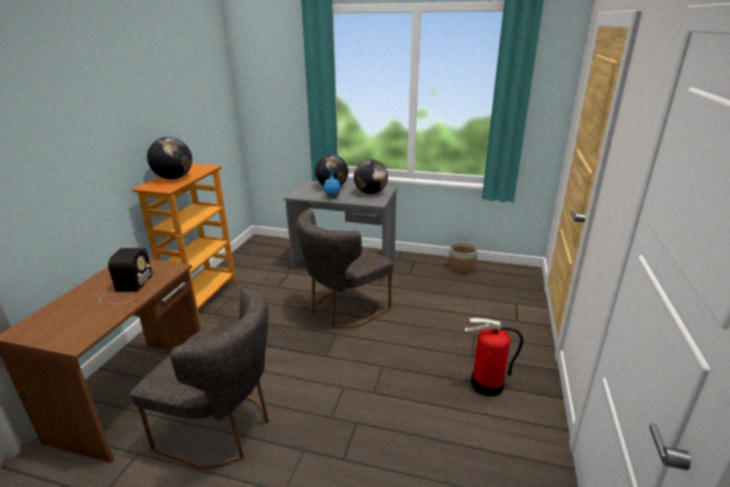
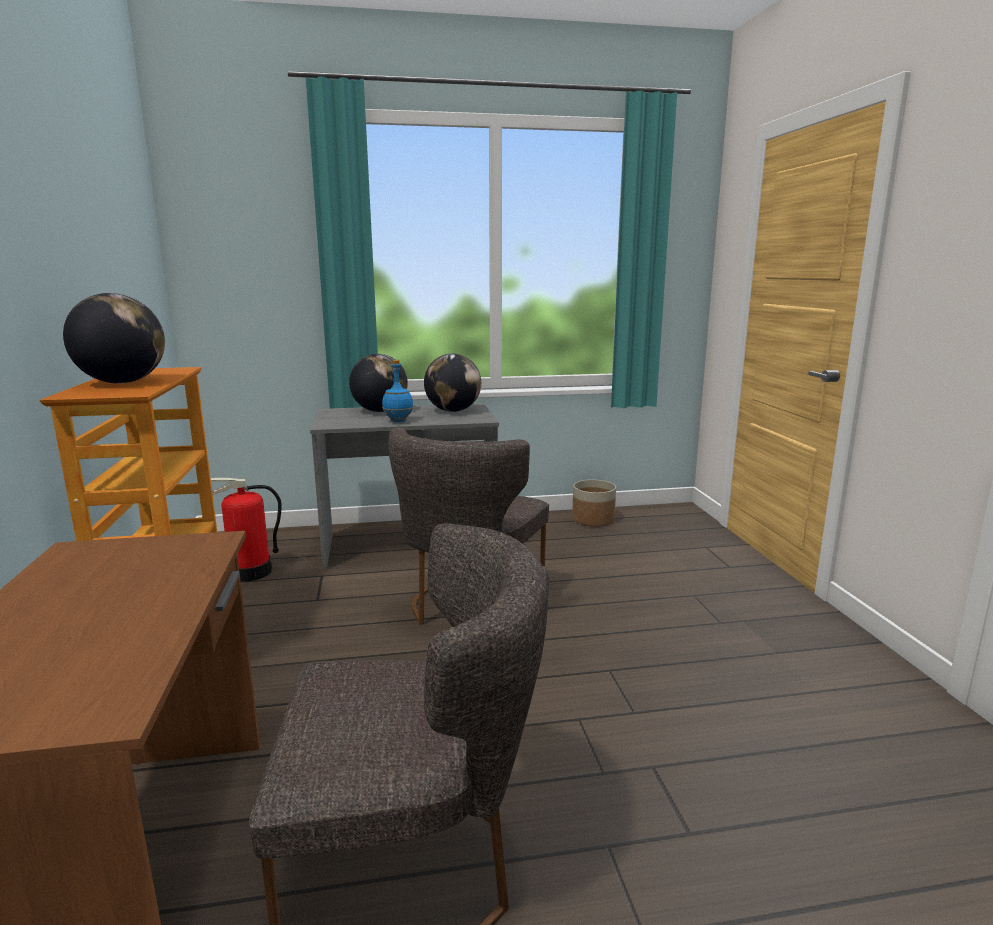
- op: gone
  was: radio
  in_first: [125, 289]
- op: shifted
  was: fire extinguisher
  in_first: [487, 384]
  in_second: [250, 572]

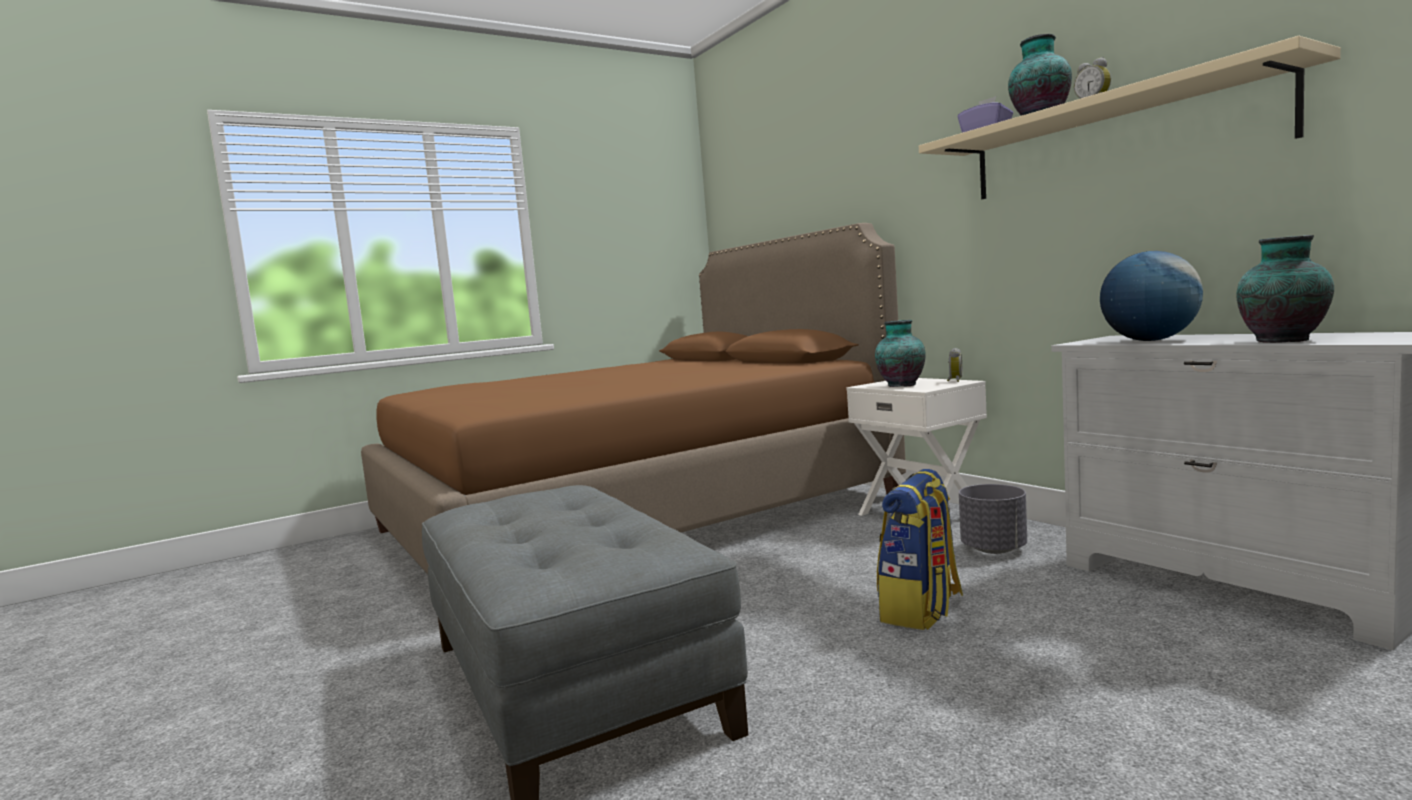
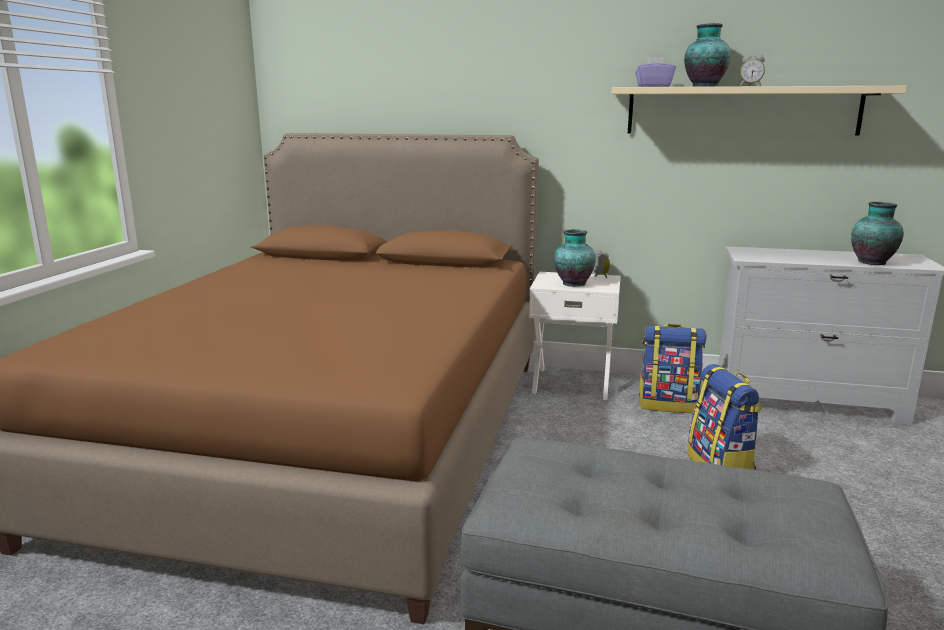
- op: gone
  was: globe
  in_first: [1150, 340]
- op: swapped
  was: planter/grey
  now: backpack
  in_first: [994, 549]
  in_second: [668, 404]

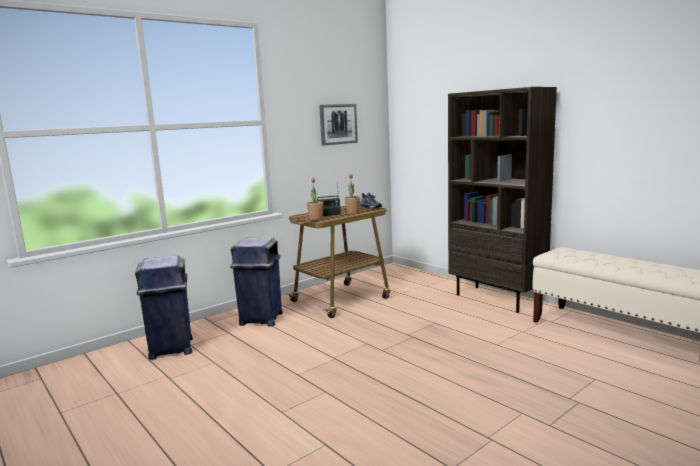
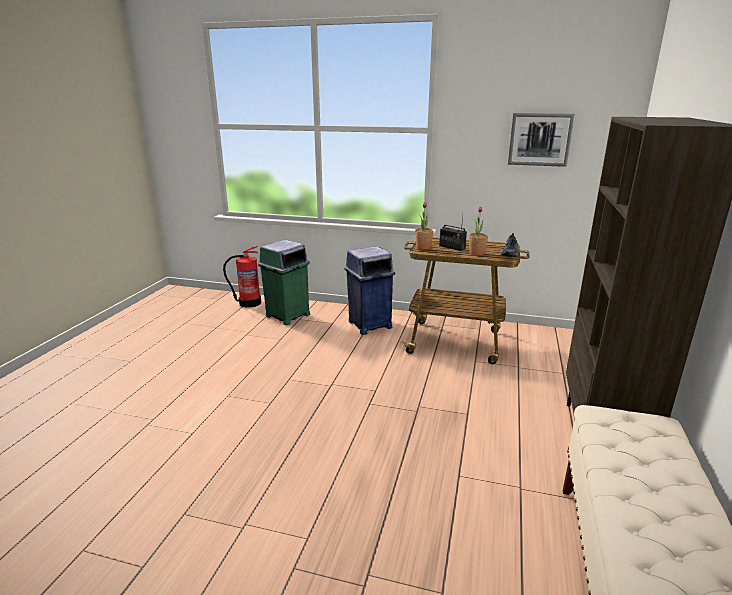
- op: repainted
  was: trash can/blue
  now: trash can/green
  in_first: [171, 349]
  in_second: [287, 316]
- op: new
  now: fire extinguisher
  in_second: [249, 303]

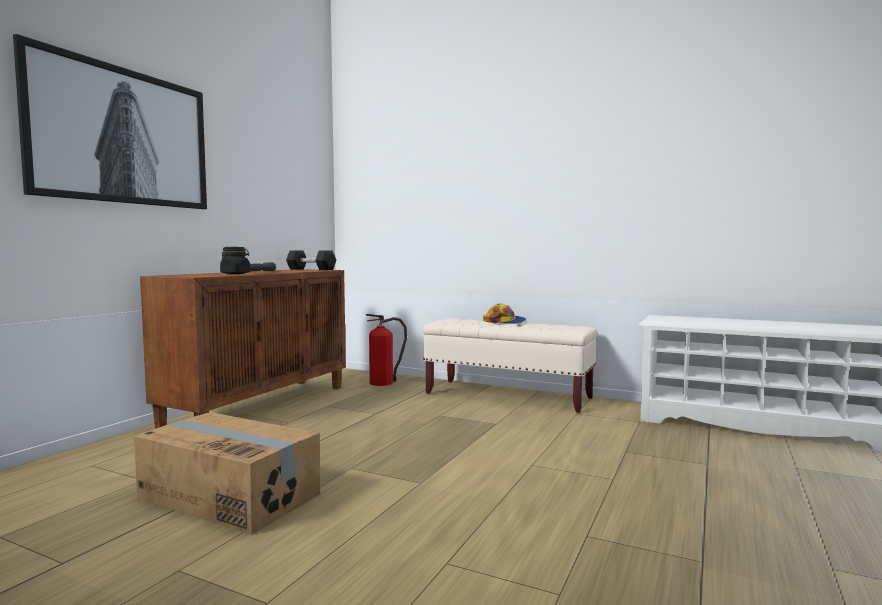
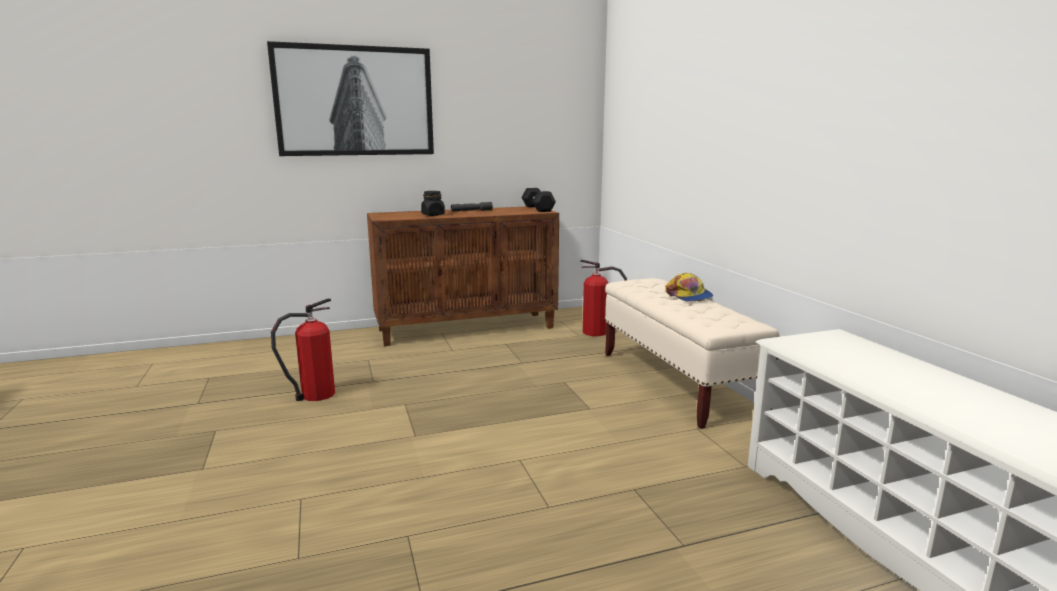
- op: swapped
  was: cardboard box
  now: fire extinguisher
  in_first: [230, 495]
  in_second: [315, 395]

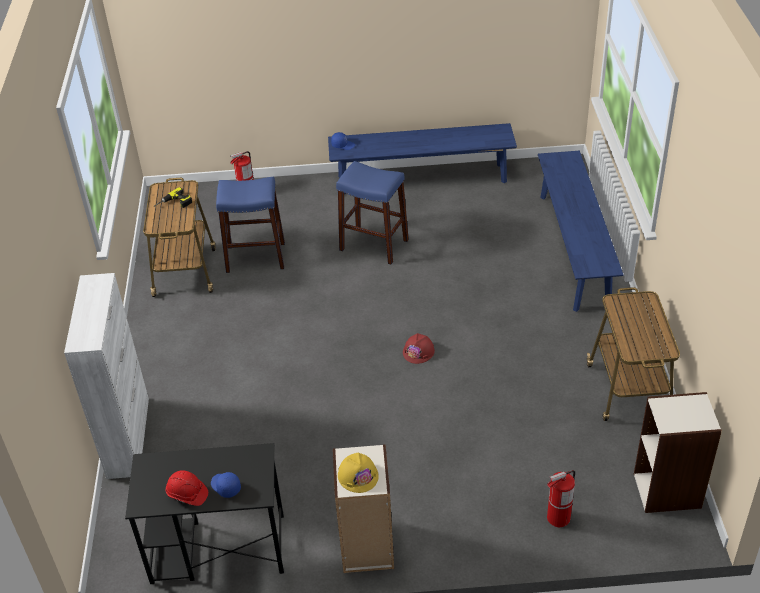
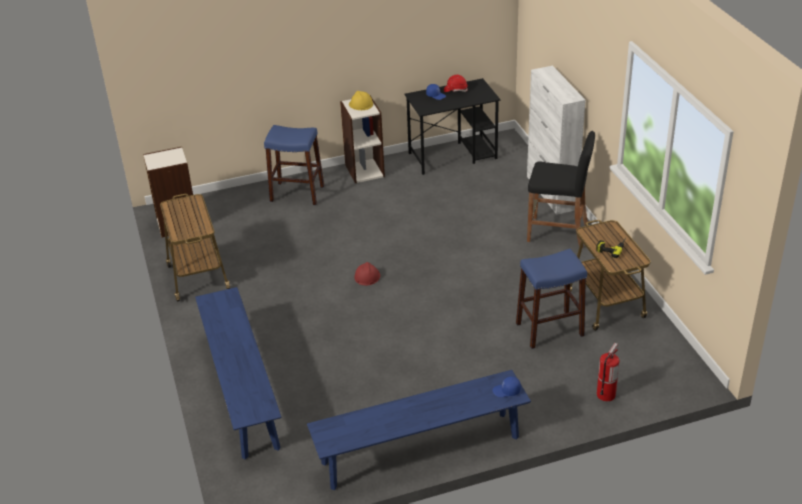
- op: shifted
  was: stool/blue
  in_first: [374, 245]
  in_second: [297, 193]
- op: gone
  was: fire extinguisher
  in_first: [558, 518]
- op: new
  now: stool/black
  in_second: [557, 233]

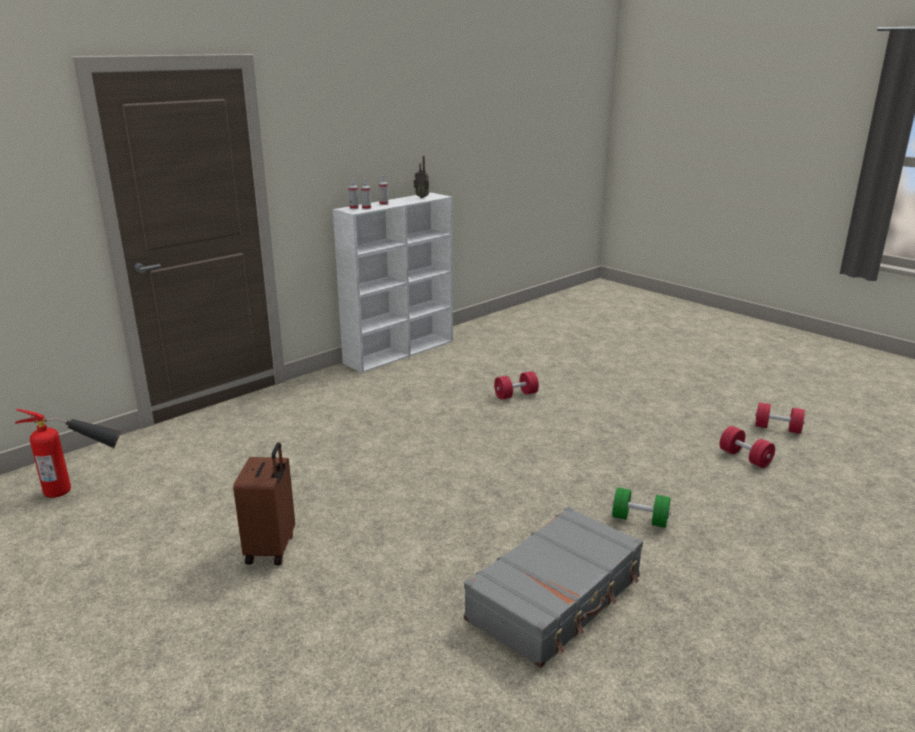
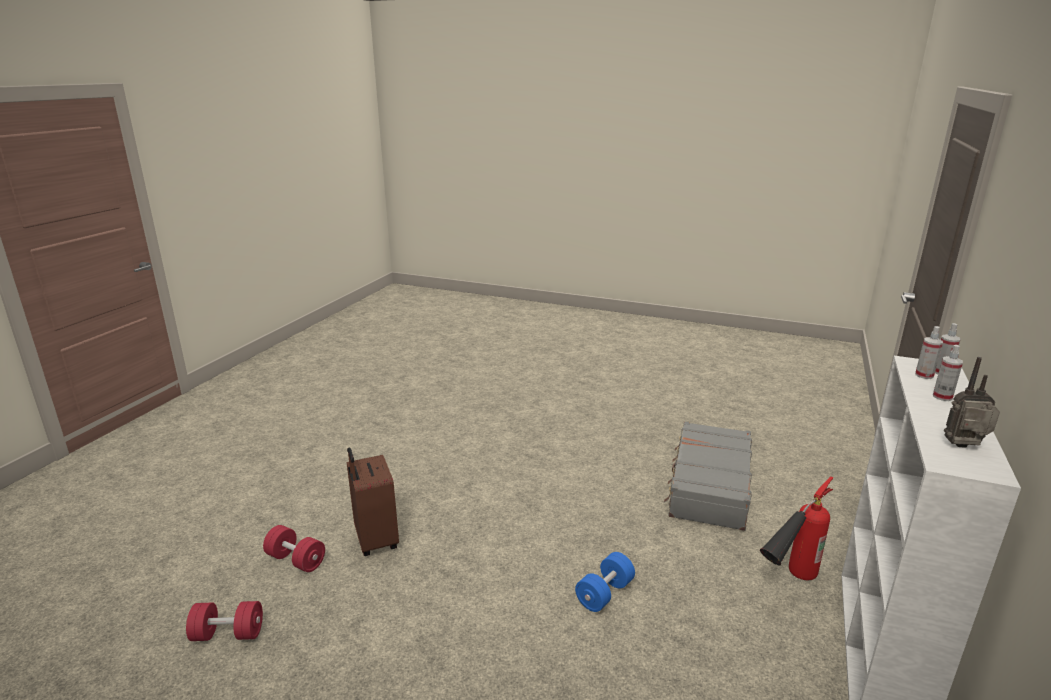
- op: repainted
  was: dumbbell/red
  now: dumbbell/blue
  in_first: [516, 395]
  in_second: [604, 593]
- op: shifted
  was: fire extinguisher
  in_first: [83, 488]
  in_second: [788, 583]
- op: shifted
  was: suitcase/brown
  in_first: [272, 549]
  in_second: [375, 540]
- op: gone
  was: dumbbell/green
  in_first: [639, 519]
- op: shifted
  was: suitcase/grey
  in_first: [556, 598]
  in_second: [708, 486]

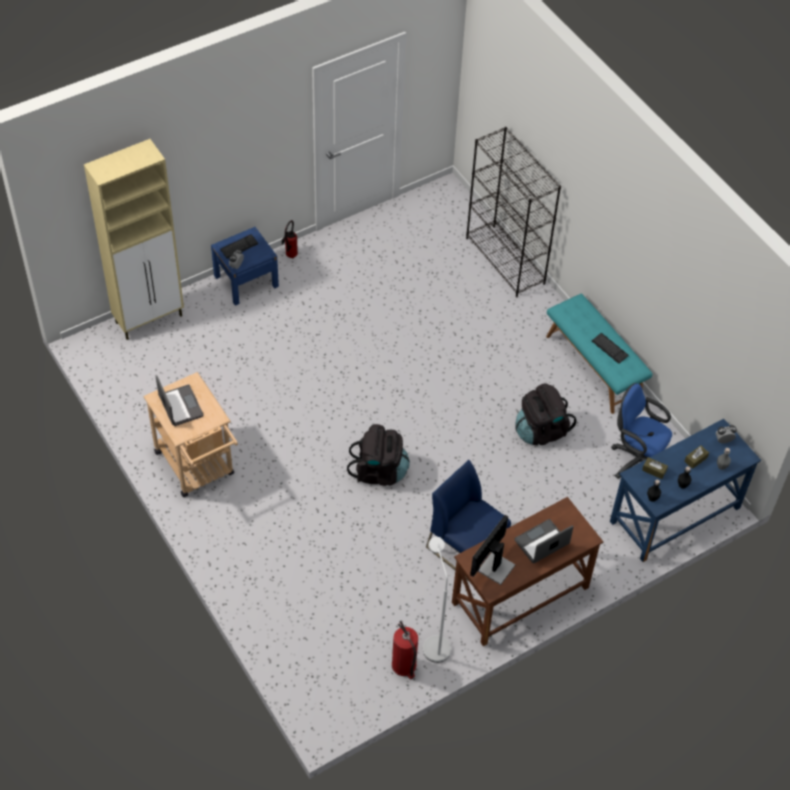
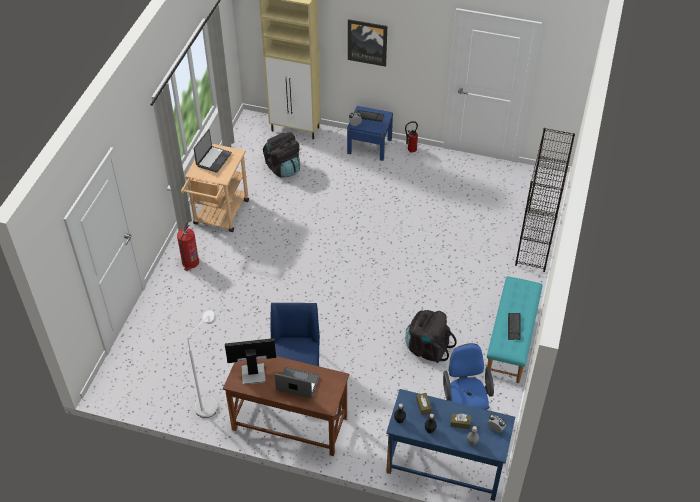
- op: shifted
  was: backpack/black
  in_first: [379, 471]
  in_second: [283, 168]
- op: shifted
  was: fire extinguisher
  in_first: [404, 666]
  in_second: [190, 262]
- op: new
  now: picture
  in_second: [367, 42]

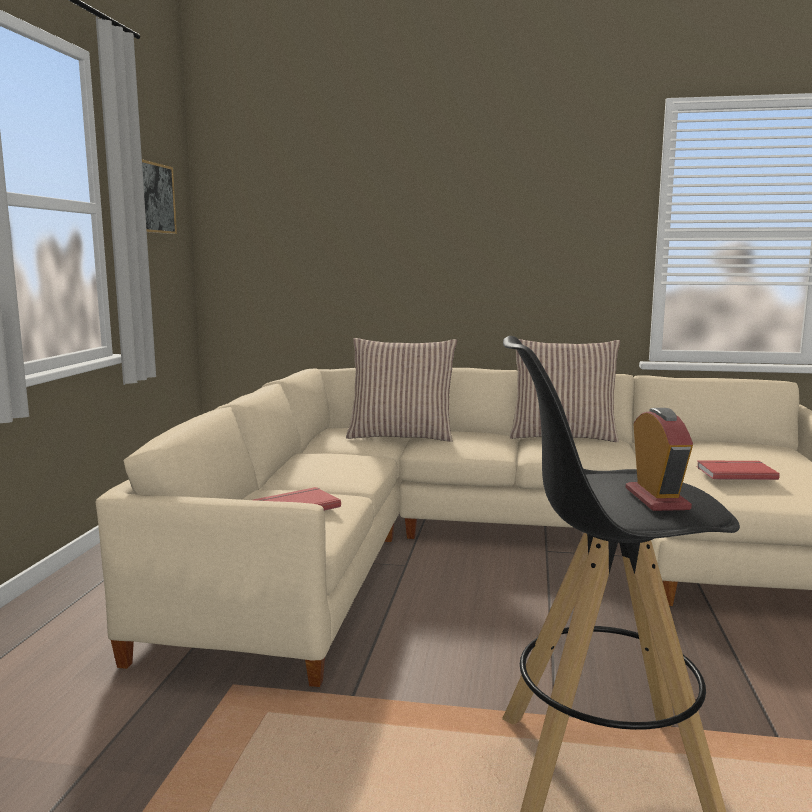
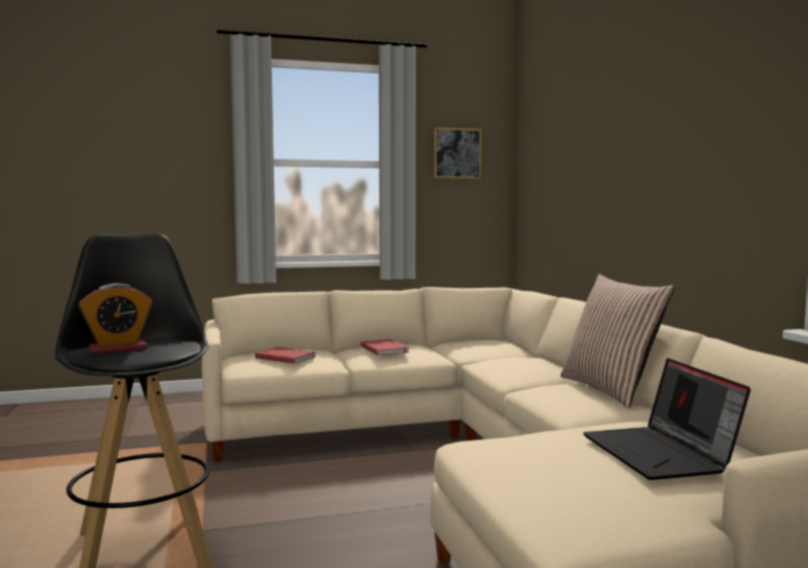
- op: gone
  was: pillow
  in_first: [401, 436]
- op: shifted
  was: book/red
  in_first: [735, 472]
  in_second: [385, 349]
- op: new
  now: laptop
  in_second: [661, 454]

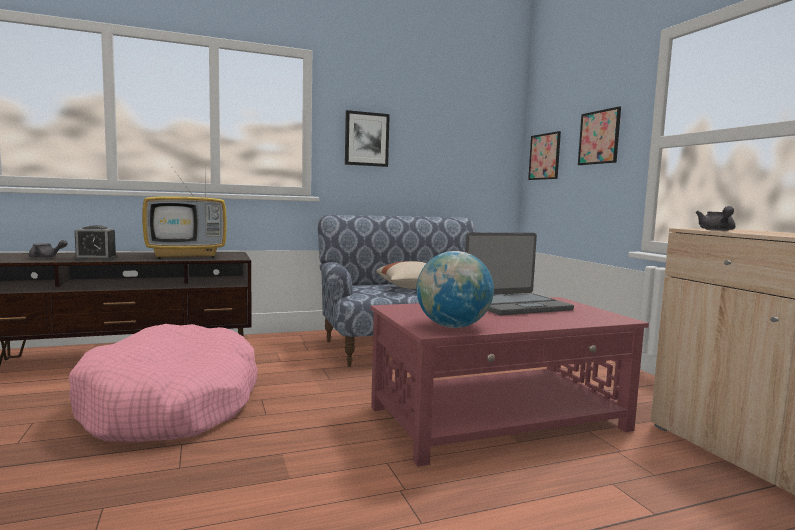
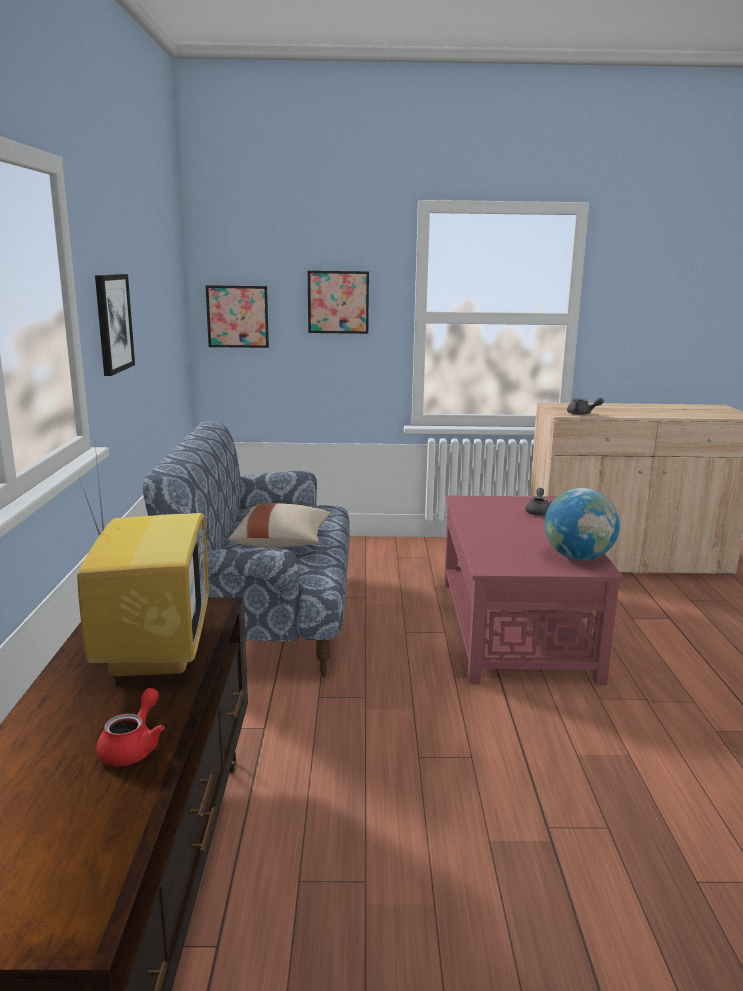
- op: swapped
  was: alarm clock
  now: teapot/red
  in_first: [96, 258]
  in_second: [133, 747]
- op: gone
  was: laptop
  in_first: [516, 306]
- op: shifted
  was: teapot/grey
  in_first: [46, 258]
  in_second: [539, 512]
- op: gone
  was: dog bed/pink
  in_first: [172, 405]

